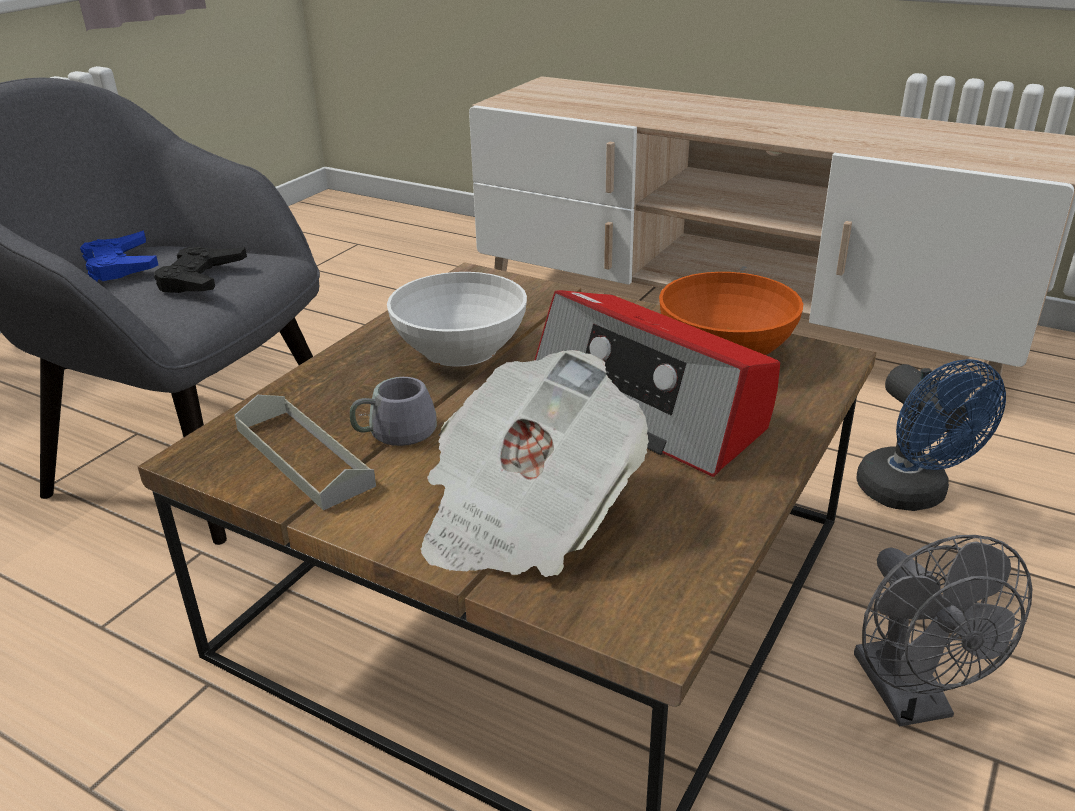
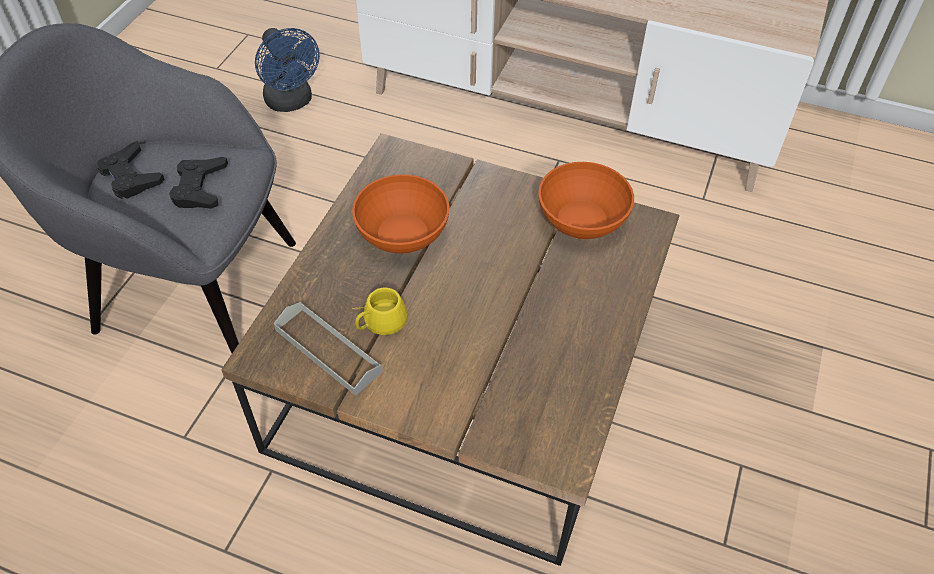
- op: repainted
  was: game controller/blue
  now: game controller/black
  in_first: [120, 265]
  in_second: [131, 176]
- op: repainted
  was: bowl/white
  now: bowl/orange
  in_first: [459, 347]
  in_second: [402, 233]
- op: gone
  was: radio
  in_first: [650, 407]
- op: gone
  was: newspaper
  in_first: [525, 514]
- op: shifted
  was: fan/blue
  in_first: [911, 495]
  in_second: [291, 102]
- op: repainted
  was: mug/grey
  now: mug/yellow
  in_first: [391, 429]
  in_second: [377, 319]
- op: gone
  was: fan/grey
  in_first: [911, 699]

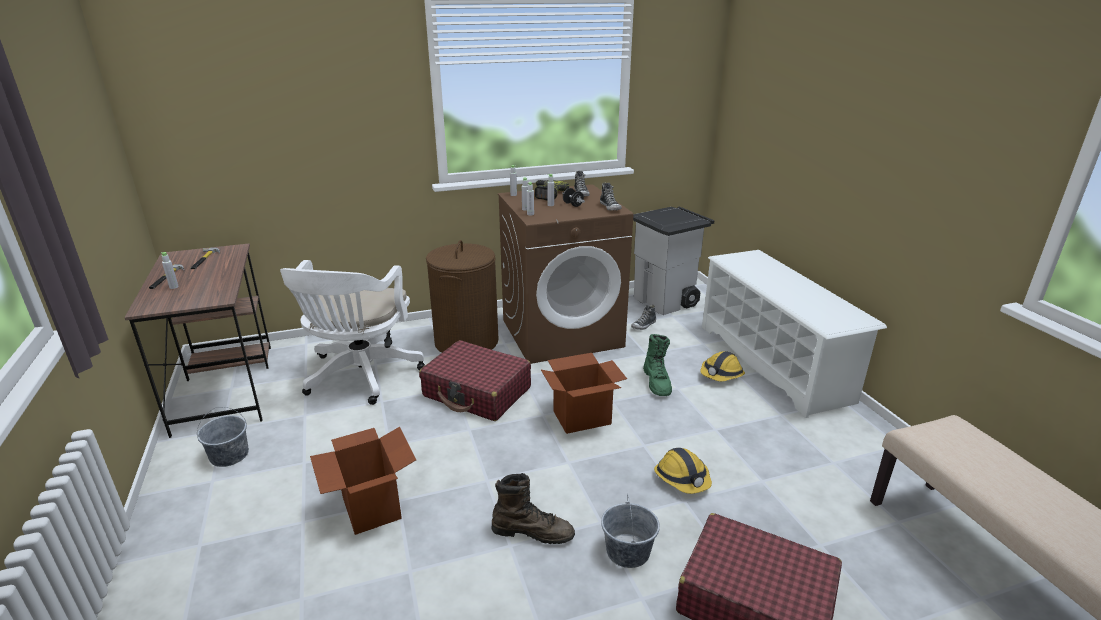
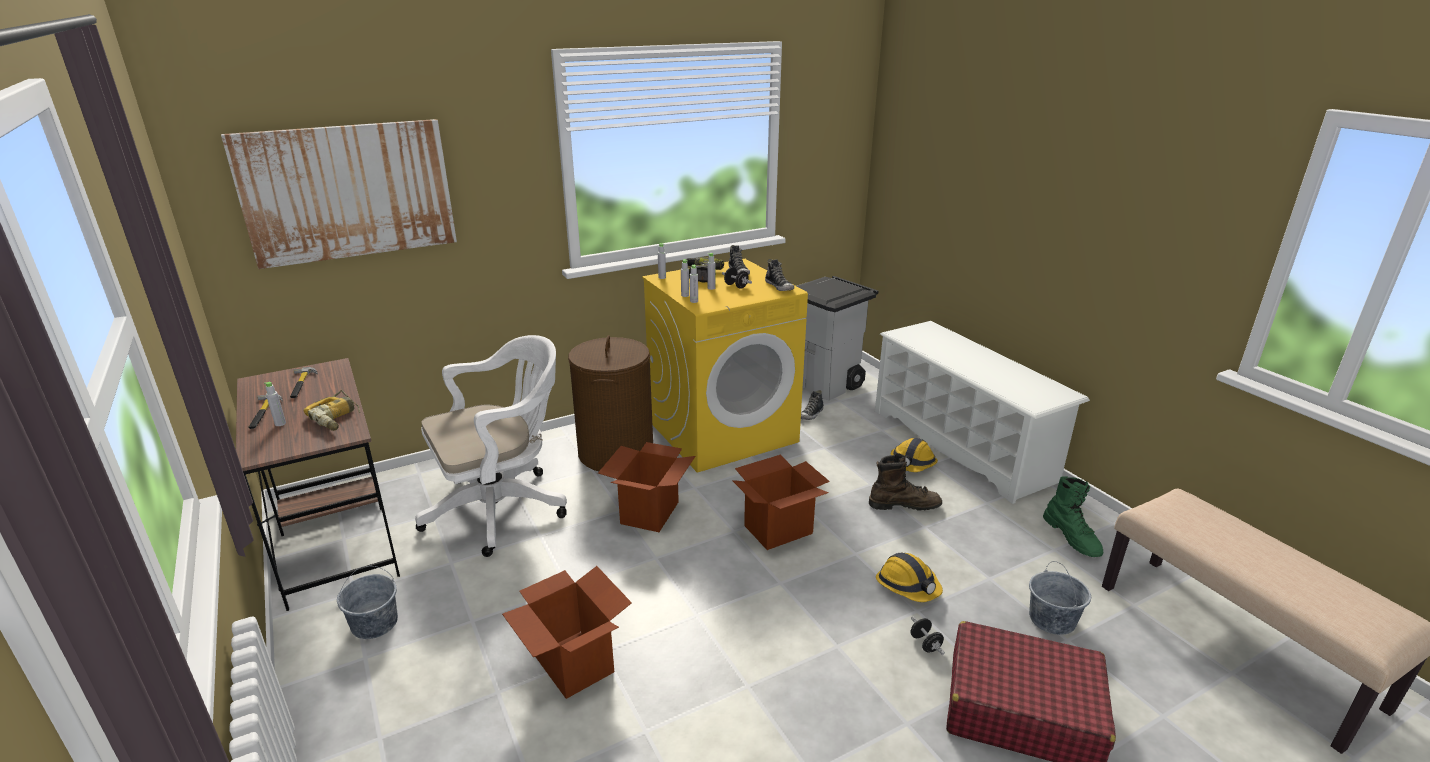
- op: repainted
  was: washing machine/brown
  now: washing machine/yellow
  in_first: [562, 333]
  in_second: [723, 431]
- op: rotated
  was: office chair/white
  in_first: [360, 377]
  in_second: [503, 508]
  clockwise: -120
- op: shifted
  was: boot/green
  in_first: [657, 382]
  in_second: [1072, 537]
- op: swapped
  was: suitcase/red
  now: cardboard box
  in_first: [477, 392]
  in_second: [649, 512]
- op: shifted
  was: boot/brown
  in_first: [533, 532]
  in_second: [904, 505]
- op: shifted
  was: bucket/grey
  in_first: [628, 551]
  in_second: [1052, 620]
- op: new
  now: picture
  in_second: [348, 192]
- op: new
  now: power drill
  in_second: [337, 417]
- op: new
  now: dumbbell/black
  in_second: [925, 644]

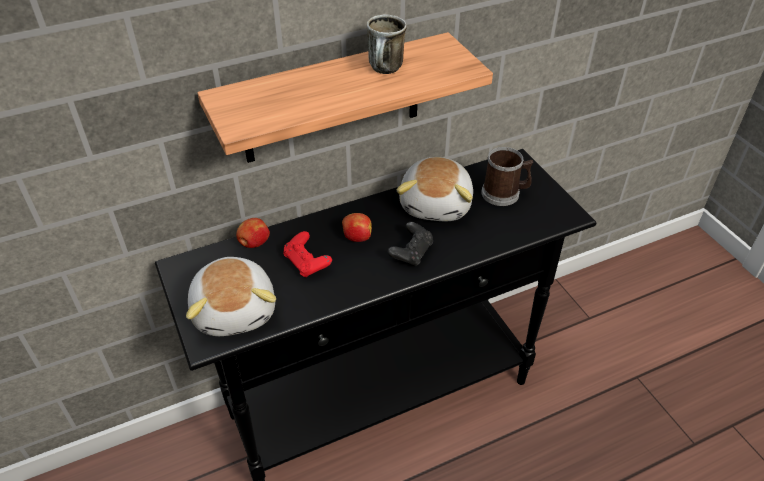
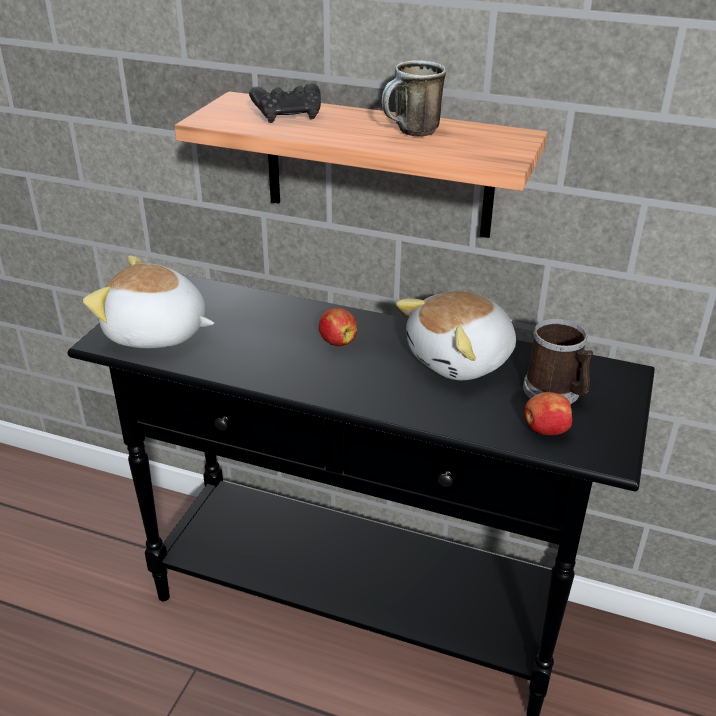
- op: shifted
  was: apple
  in_first: [254, 243]
  in_second: [545, 430]
- op: shifted
  was: game controller/black
  in_first: [411, 252]
  in_second: [288, 116]
- op: gone
  was: game controller/red
  in_first: [307, 263]
- op: rotated
  was: plush toy
  in_first: [236, 310]
  in_second: [156, 334]
  clockwise: 75

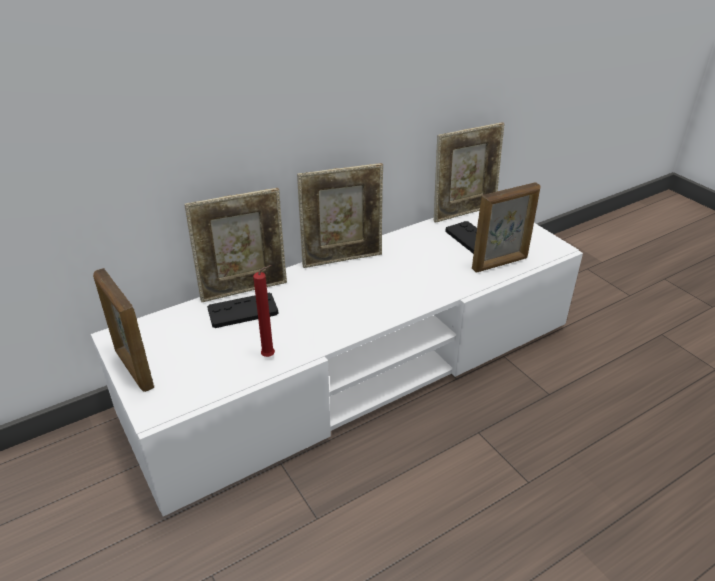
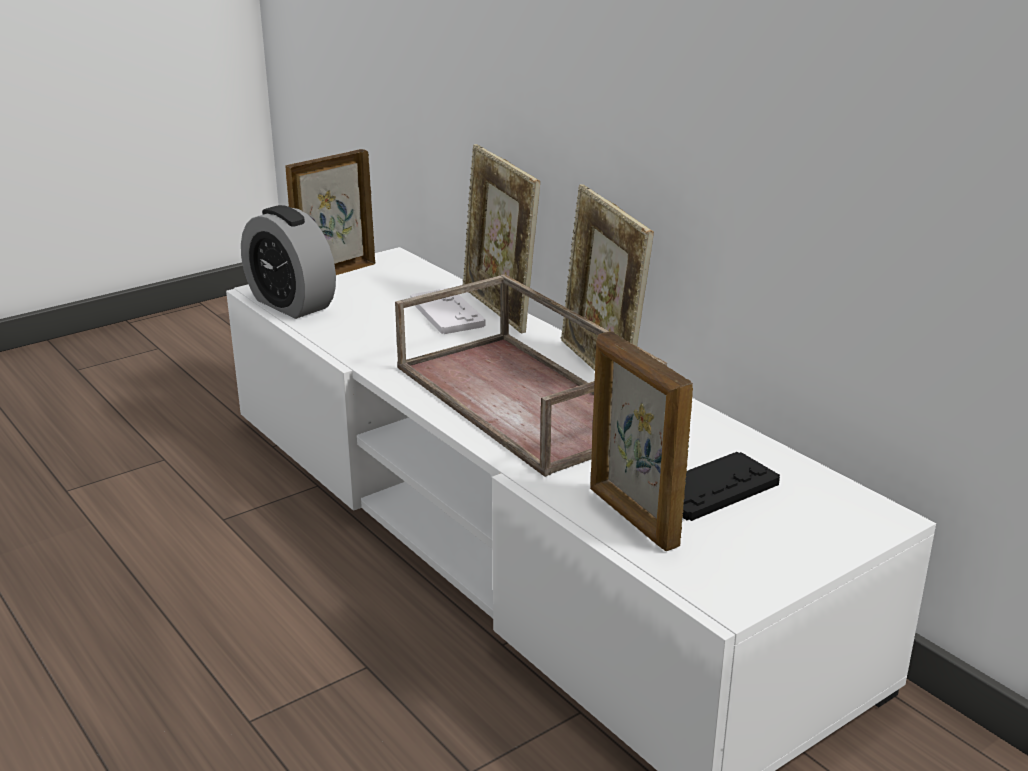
- op: gone
  was: picture frame
  in_first: [464, 212]
- op: gone
  was: candle/red
  in_first: [270, 356]
- op: repainted
  was: game controller/black
  now: game controller/white
  in_first: [243, 311]
  in_second: [447, 313]
- op: new
  now: alarm clock
  in_second: [291, 304]
- op: new
  now: tray/brown
  in_second: [527, 399]

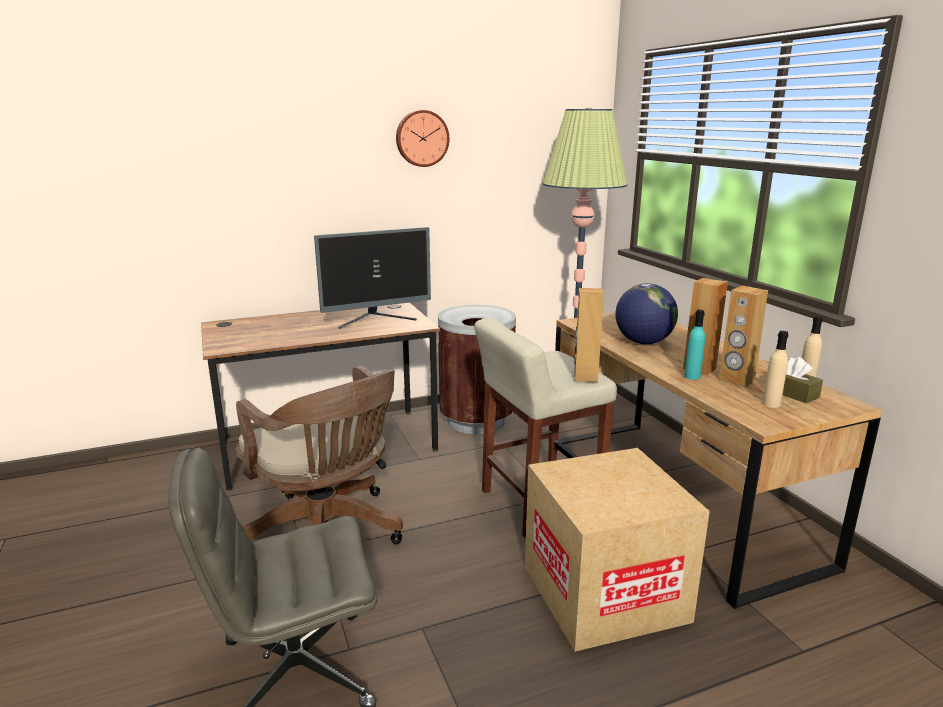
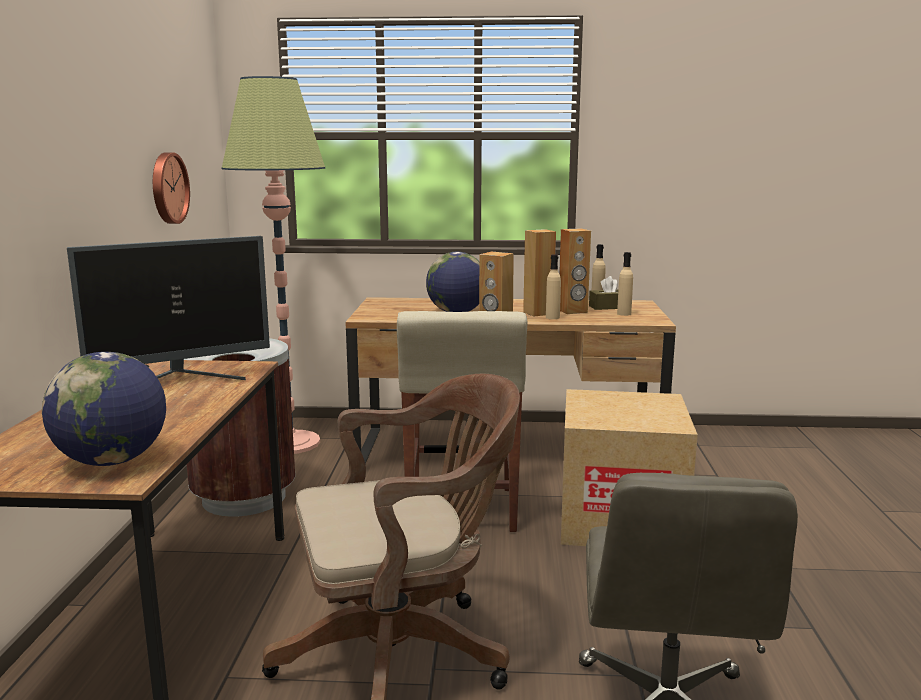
- op: shifted
  was: wall clock
  in_first: [421, 138]
  in_second: [167, 188]
- op: rotated
  was: monitor
  in_first: [376, 320]
  in_second: [181, 381]
  clockwise: 60
- op: repainted
  was: bottle/turquoise
  now: bottle/beige
  in_first: [692, 376]
  in_second: [552, 317]
- op: new
  now: globe
  in_second: [112, 461]

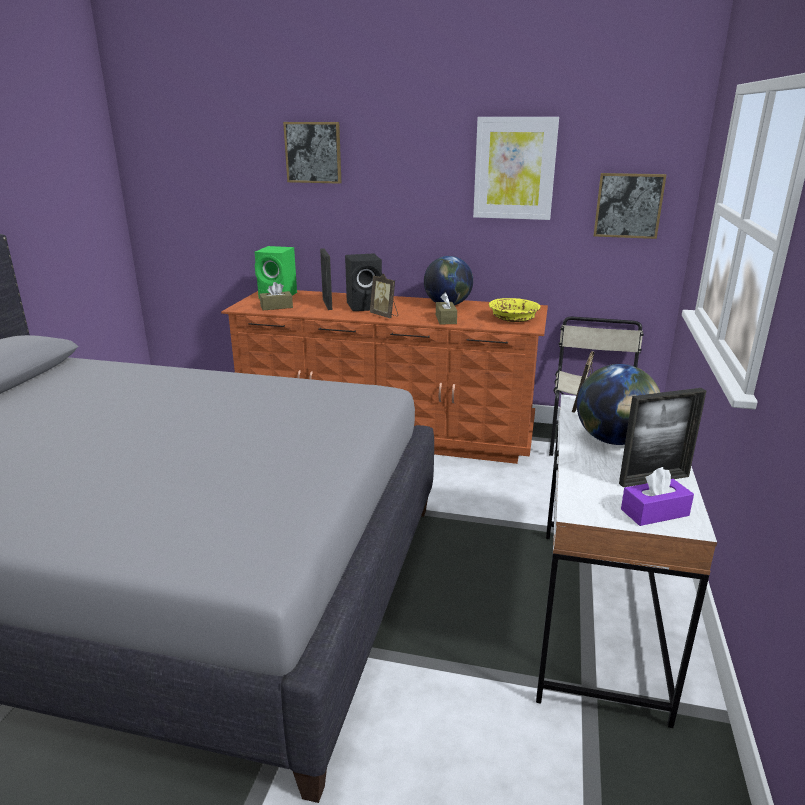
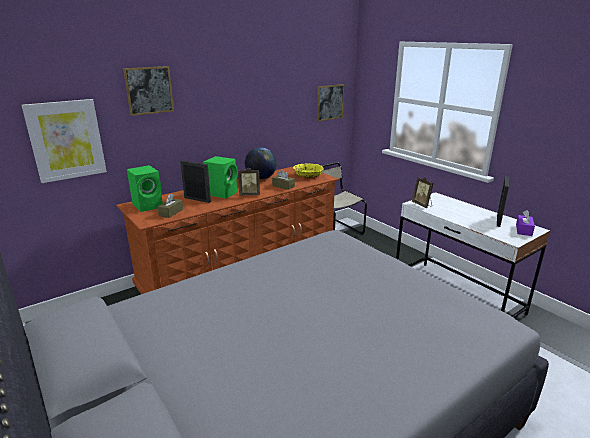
- op: shifted
  was: picture
  in_first: [514, 168]
  in_second: [66, 140]
- op: repainted
  was: speaker/black
  now: speaker/green
  in_first: [365, 306]
  in_second: [222, 193]
- op: gone
  was: globe
  in_first: [613, 440]

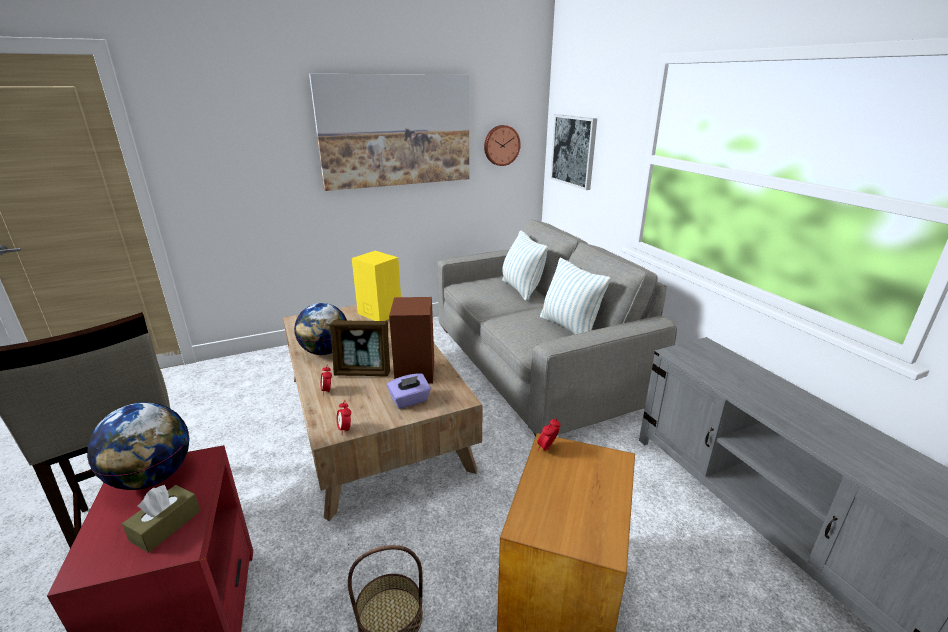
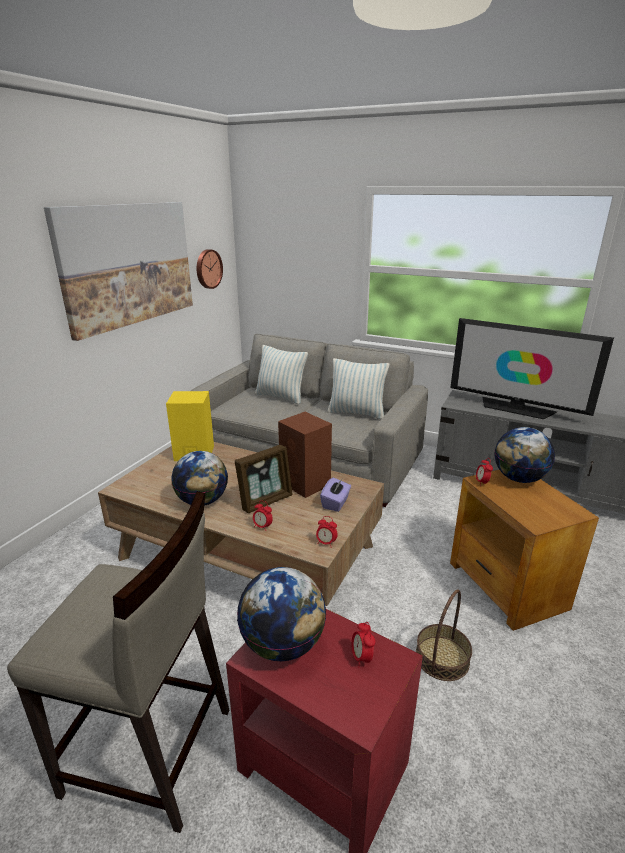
- op: gone
  was: picture
  in_first: [574, 151]
- op: swapped
  was: tissue box/brown
  now: alarm clock
  in_first: [166, 526]
  in_second: [361, 658]
- op: new
  now: television
  in_second: [516, 409]
- op: new
  now: globe
  in_second: [518, 478]

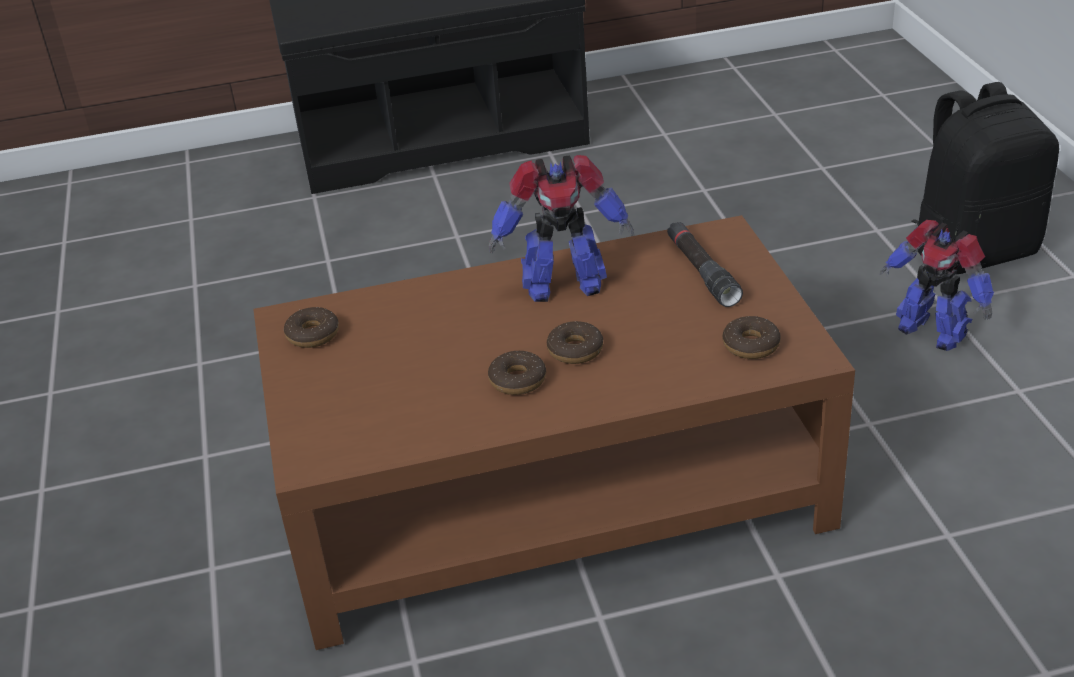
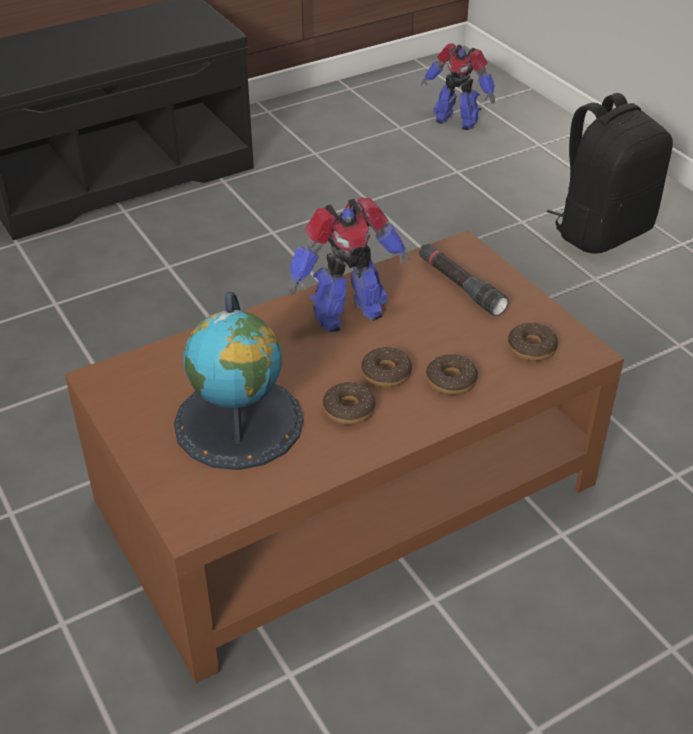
- op: shifted
  was: toy robot
  in_first: [931, 331]
  in_second: [456, 120]
- op: shifted
  was: donut
  in_first: [313, 335]
  in_second: [451, 381]
- op: new
  now: globe
  in_second: [239, 422]

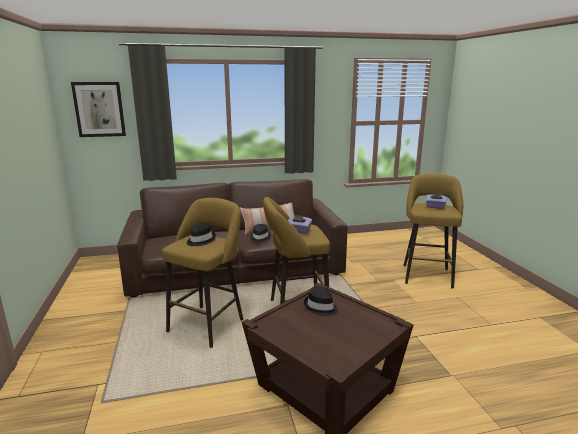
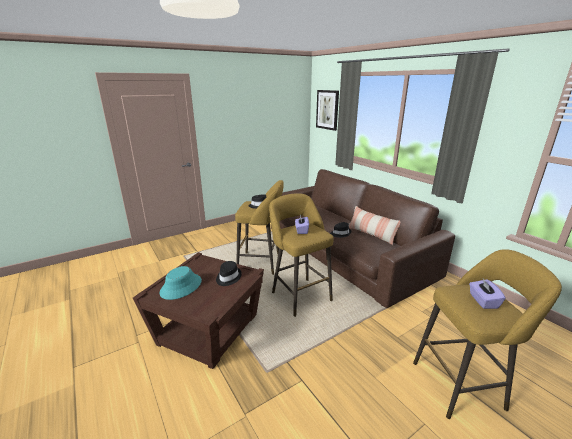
- op: new
  now: hat/turquoise
  in_second: [181, 287]

